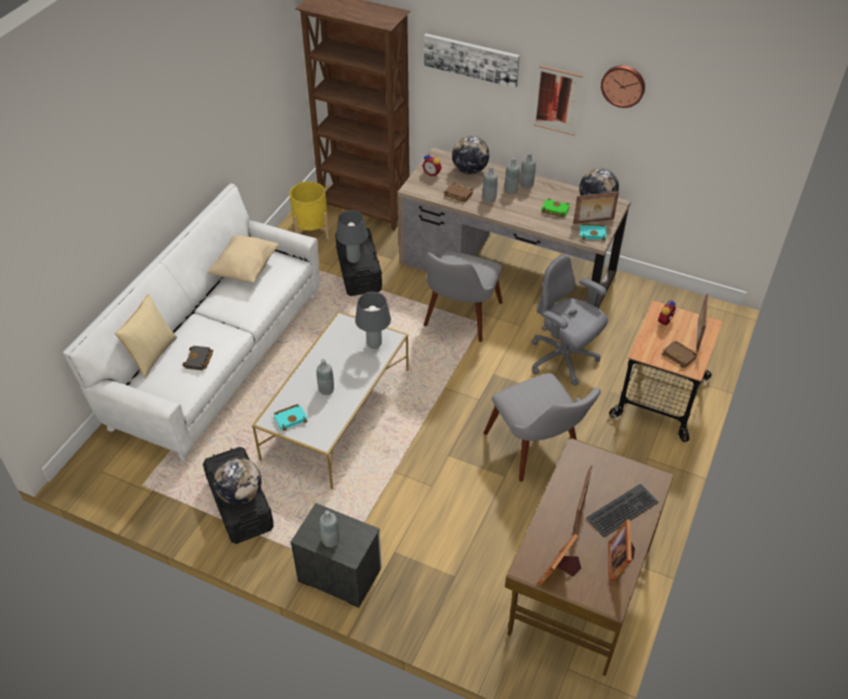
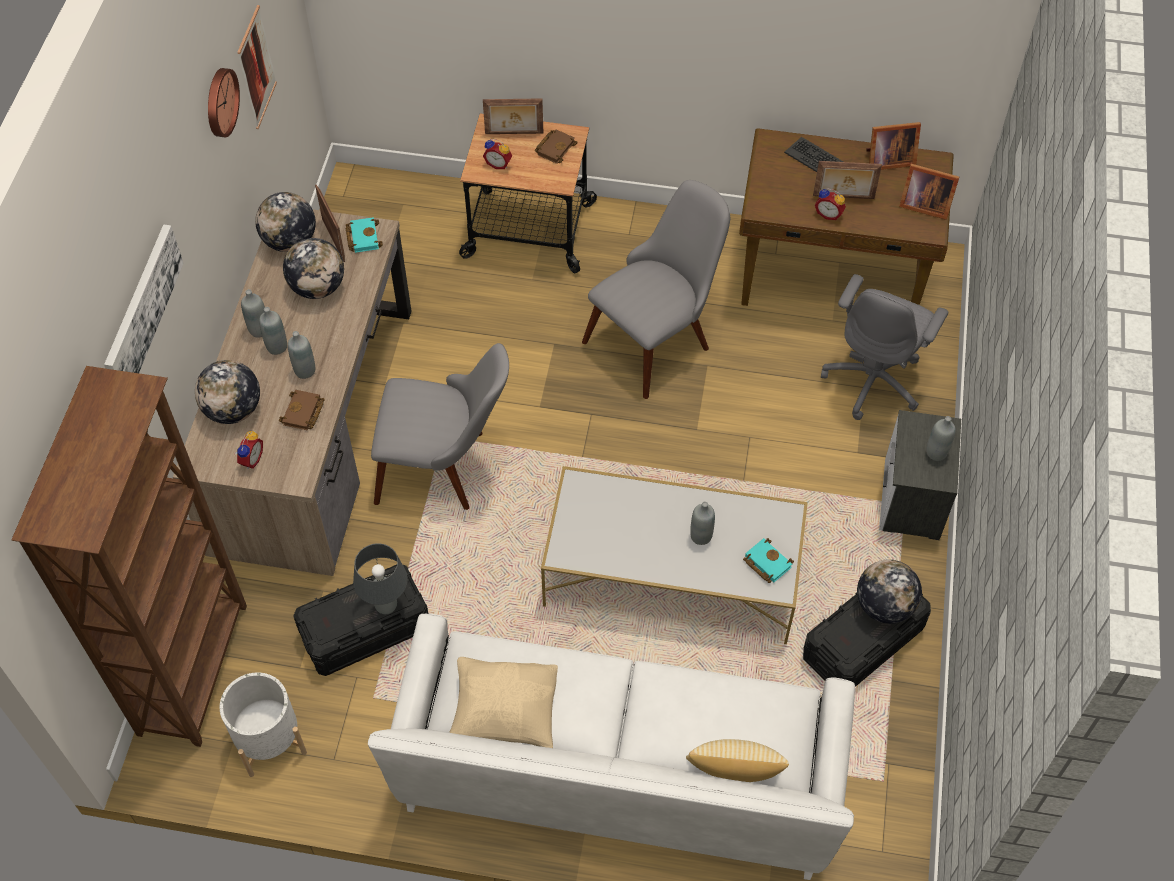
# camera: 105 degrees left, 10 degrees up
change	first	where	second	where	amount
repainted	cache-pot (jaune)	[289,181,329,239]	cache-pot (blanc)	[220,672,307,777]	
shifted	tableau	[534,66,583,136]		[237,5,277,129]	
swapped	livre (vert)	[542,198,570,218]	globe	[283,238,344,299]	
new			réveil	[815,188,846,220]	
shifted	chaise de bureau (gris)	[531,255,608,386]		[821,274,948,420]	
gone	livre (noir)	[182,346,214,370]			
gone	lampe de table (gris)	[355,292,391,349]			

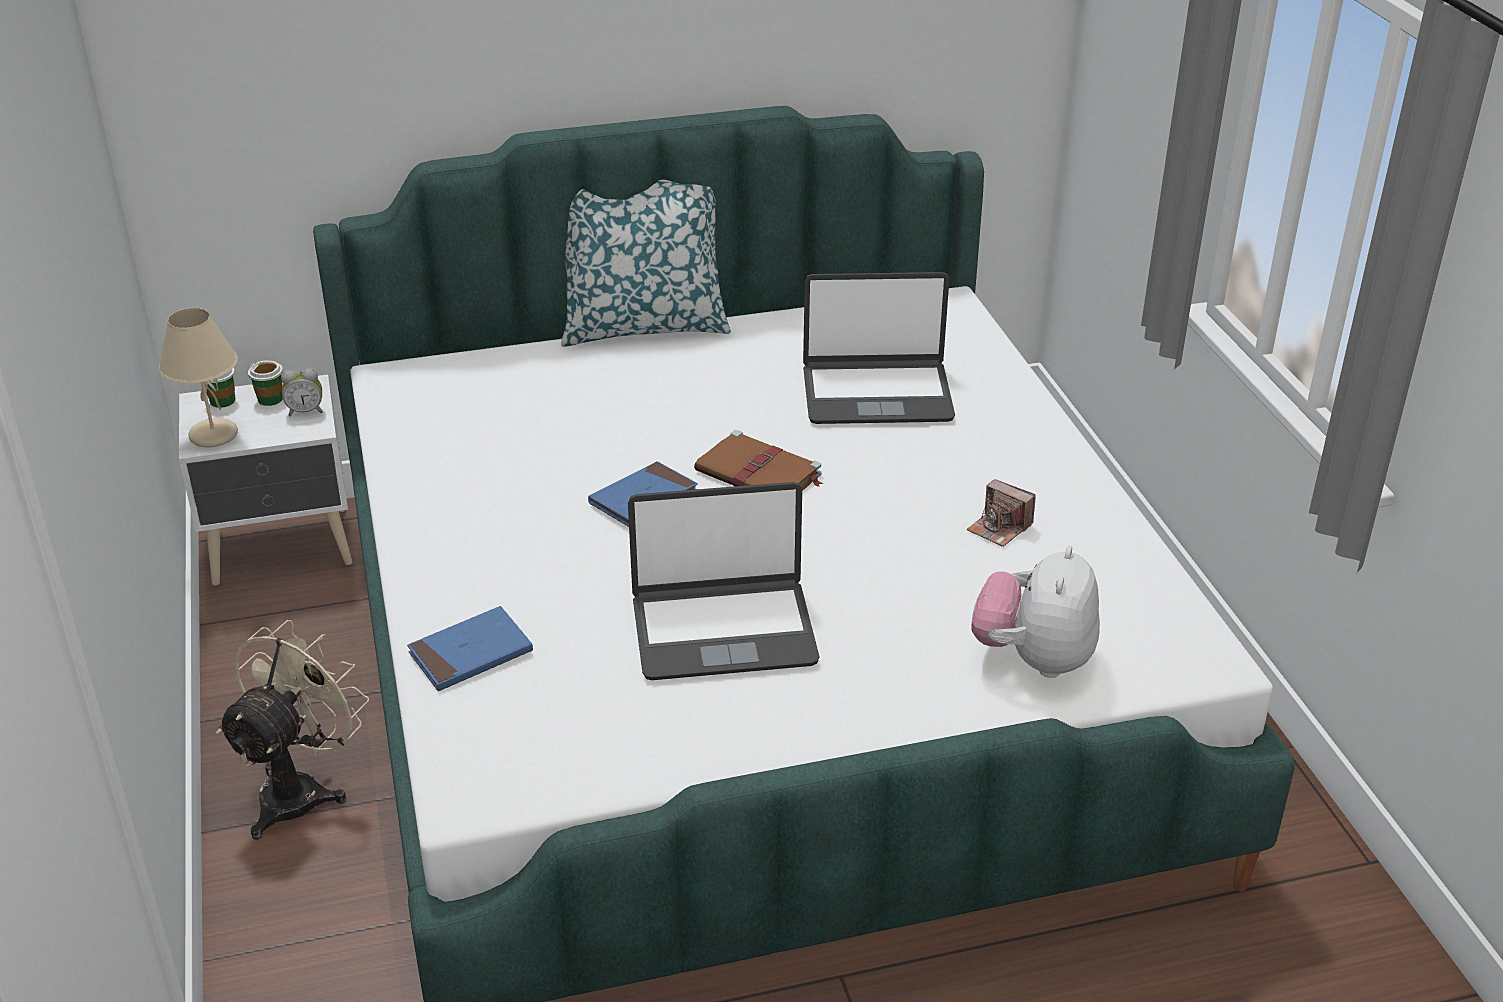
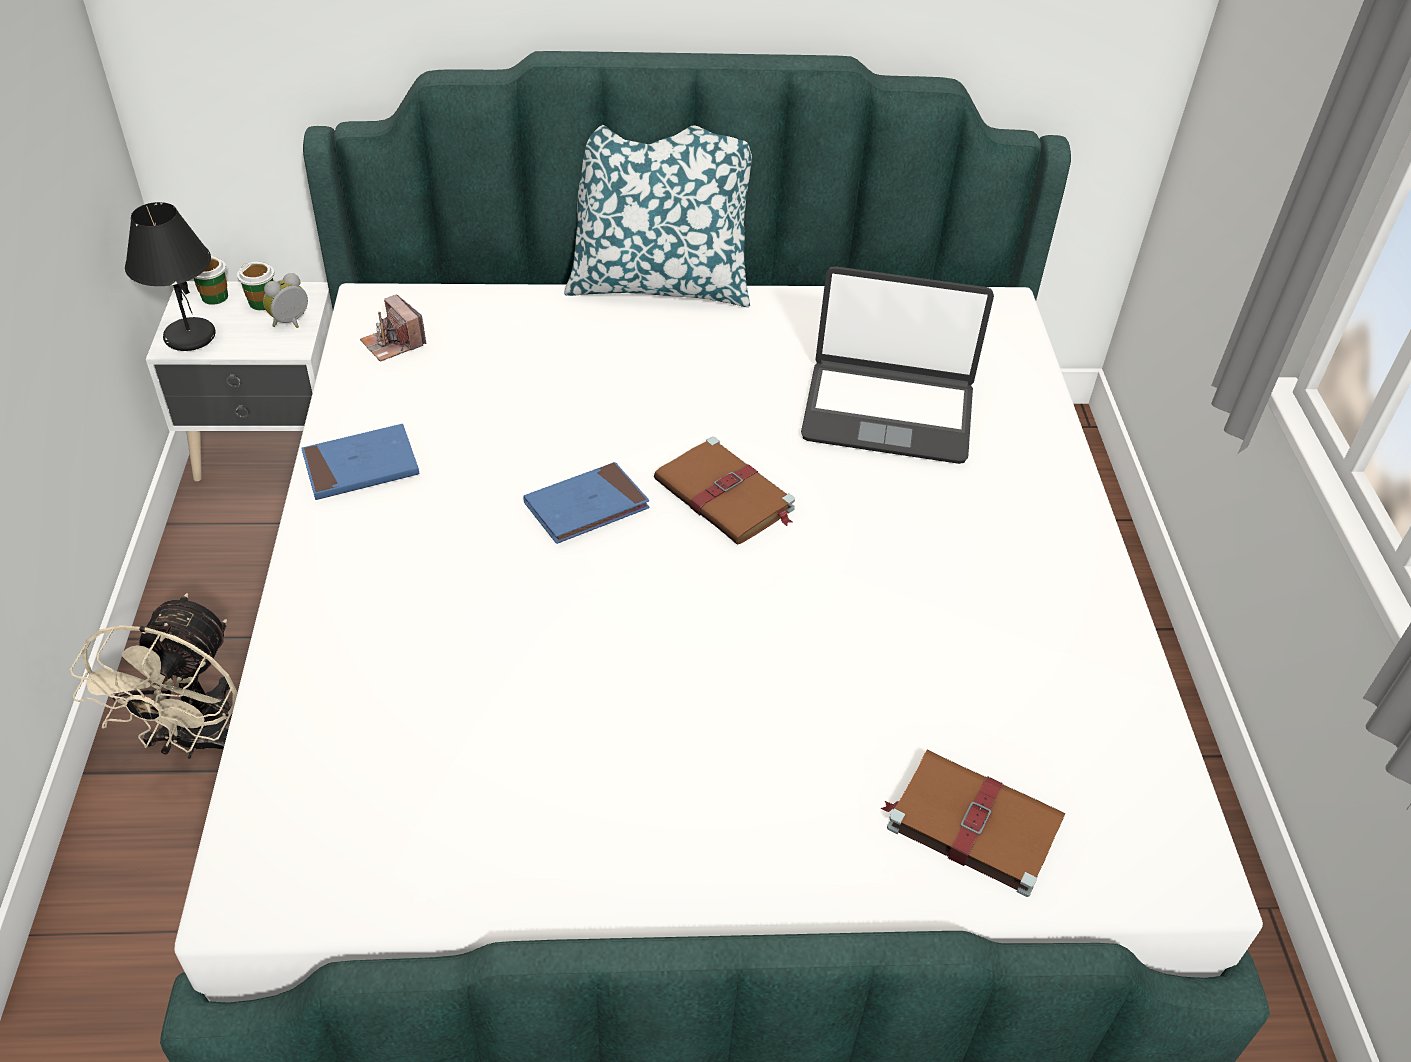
# camera: 10 degrees right, 10 degrees up
change	first	where	second	where	amount
rotated	ventilateur (beige)	[216,620,369,840]		[70,593,237,759]	150 degrees clockwise
repainted	lampe de table (beige)	[159,308,238,448]	lampe de table (noir)	[125,202,215,351]	
rotated	réveil	[281,368,323,416]		[263,273,308,328]	135 degrees clockwise
shifted	livre (bleu)	[407,606,533,691]		[301,424,419,500]	
shifted	appareil photo	[967,479,1036,547]		[360,295,427,362]	
swapped	peluche	[971,546,1100,678]	livre (marron)	[880,750,1065,897]	
gone	ordinateur portable	[628,482,819,680]			

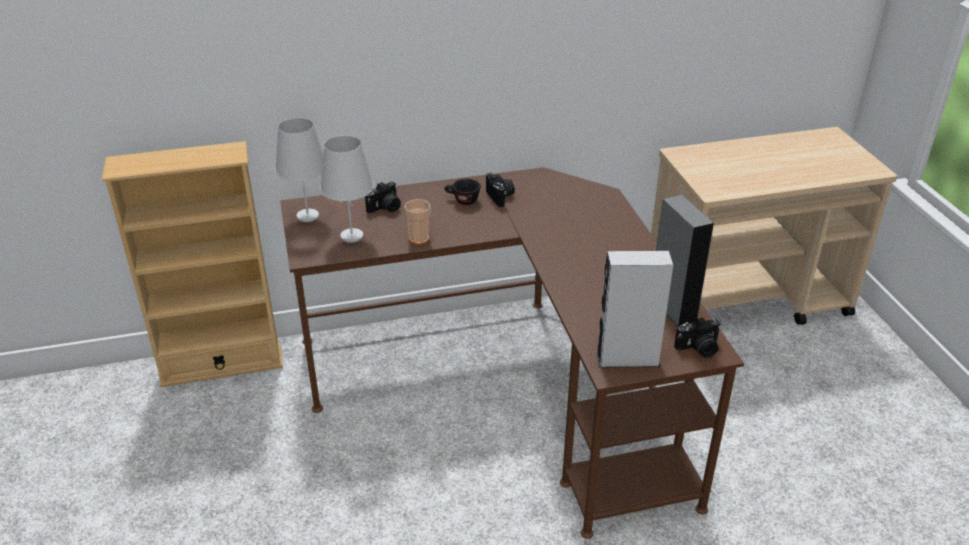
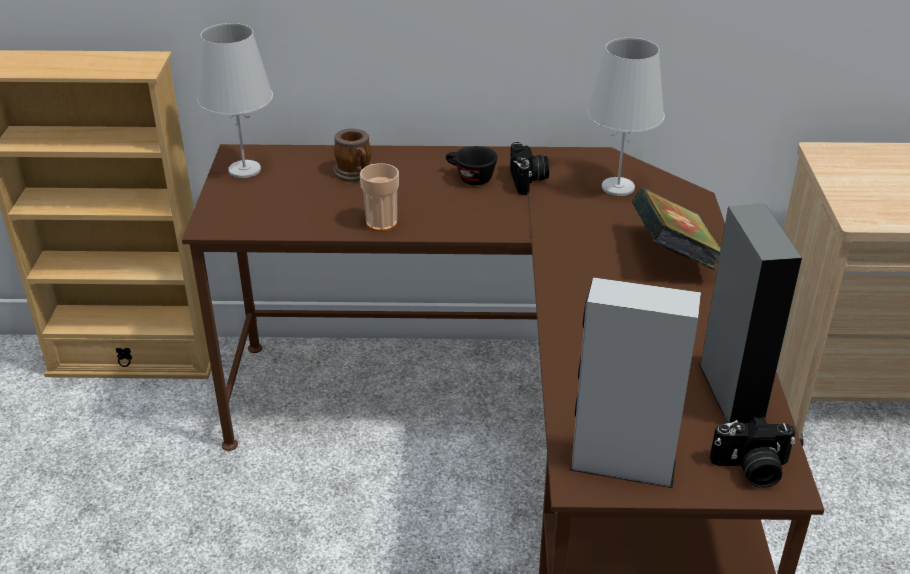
# camera: 15 degrees right, 0 degrees up
change	first	where	second	where	amount
swapped	appareil photo	[365,181,401,213]	mug	[333,129,372,182]	
shifted	lampe de table (blanc)	[320,135,374,243]		[587,38,665,196]	
new			livre	[632,188,721,270]	

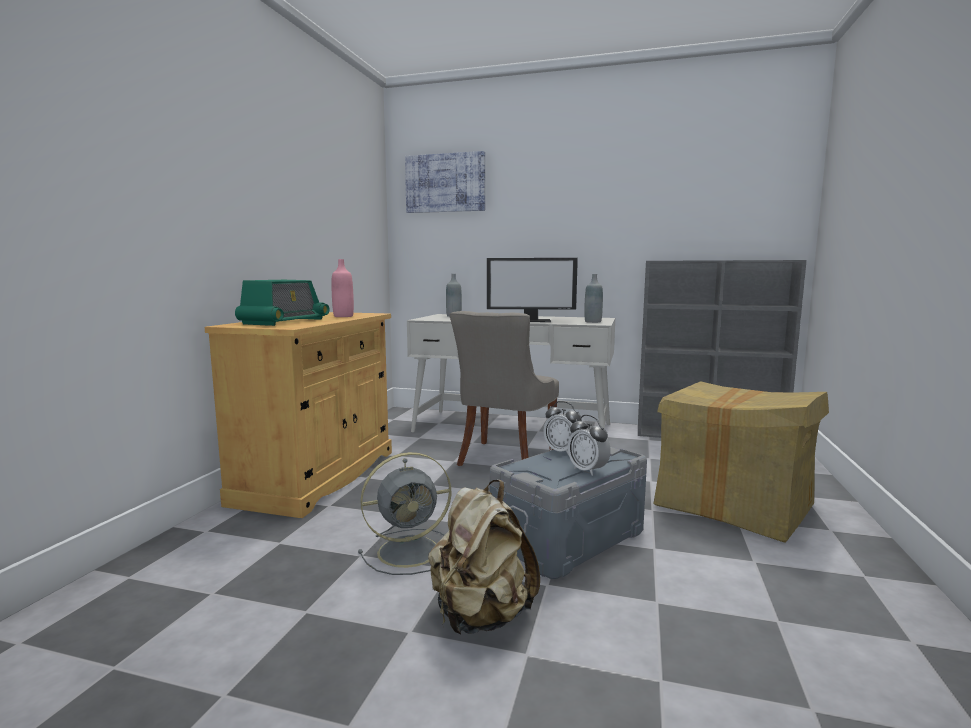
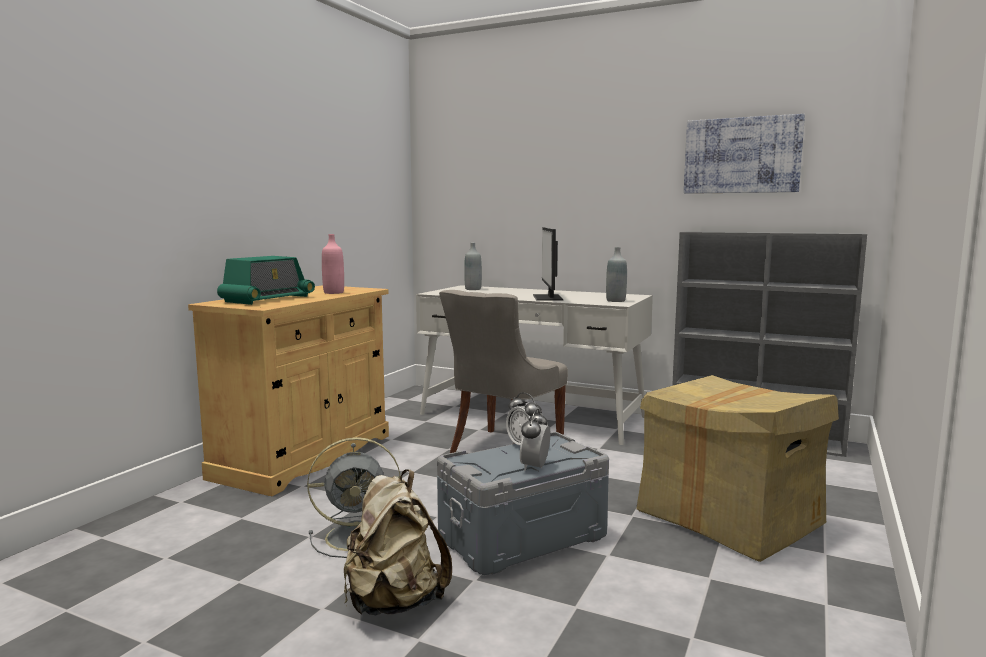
# camera: 10 degrees right, 0 degrees up
change	first	where	second	where	amount
rotated	réveil	[568,415,611,476]		[520,409,550,471]	45 degrees clockwise
rotated	écran d'ordinateur	[487,258,578,322]		[533,227,563,301]	75 degrees clockwise
shifted	tableau	[405,151,485,213]		[684,114,805,194]	

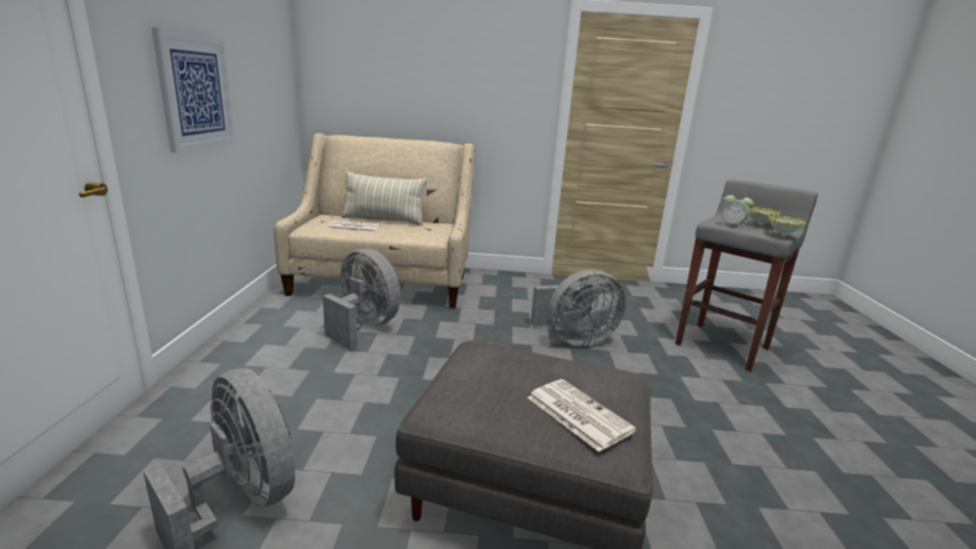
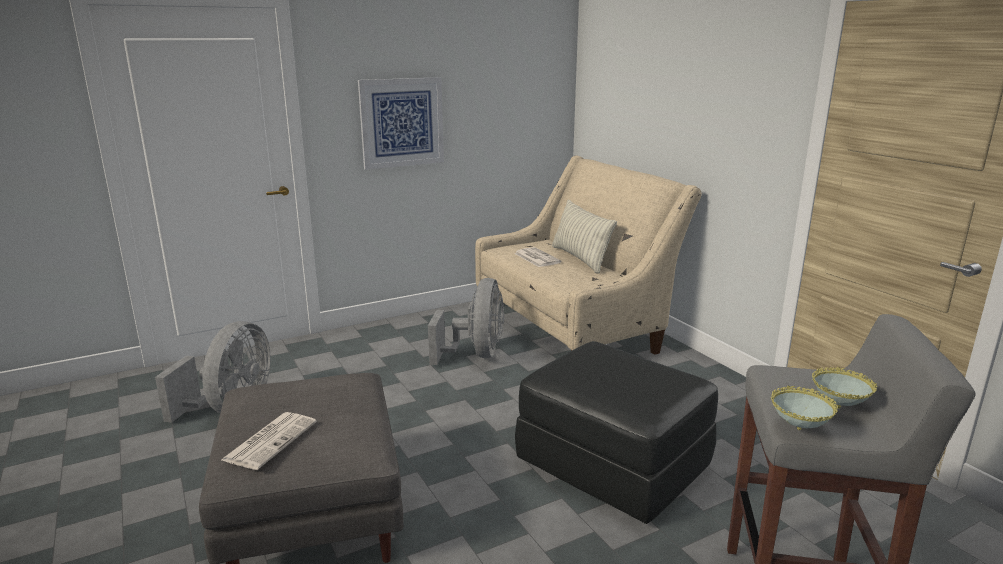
# camera: 60 degrees right, 0 degrees up
change	first	where	second	where	amount
swapped	ventilateur (gris)	[531,269,626,347]	pouf (noir)	[515,341,718,524]	
gone	réveil	[721,192,754,230]			

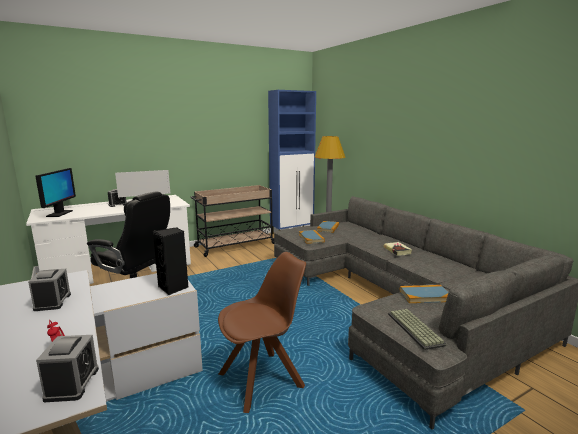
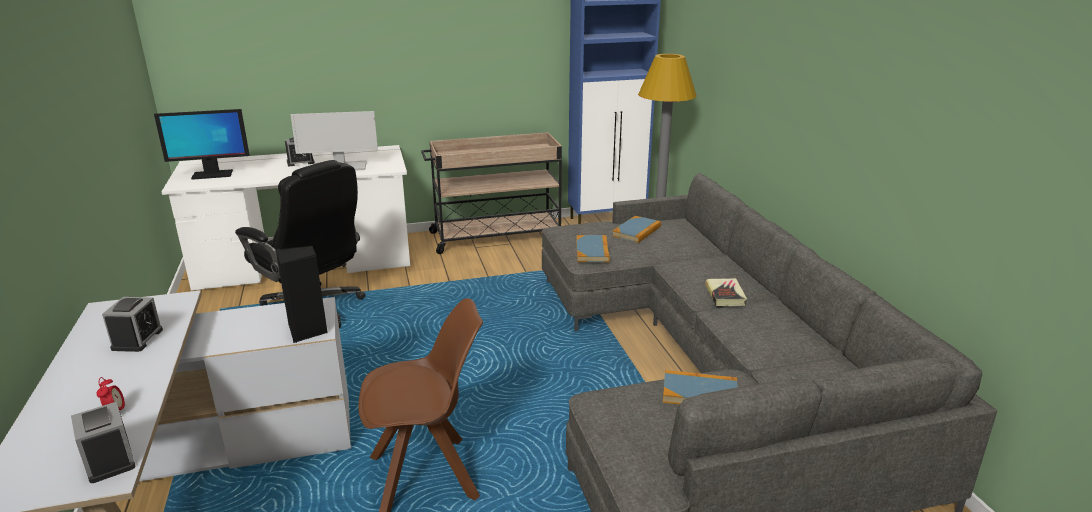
# camera: 15 degrees right, 10 degrees up
change	first	where	second	where	amount
rotated	réveil	[36,335,99,402]		[71,402,136,483]	135 degrees clockwise
rotated	écran d'ordinateur	[35,168,76,217]		[154,109,250,180]	60 degrees clockwise
gone	clavier	[388,309,446,350]			

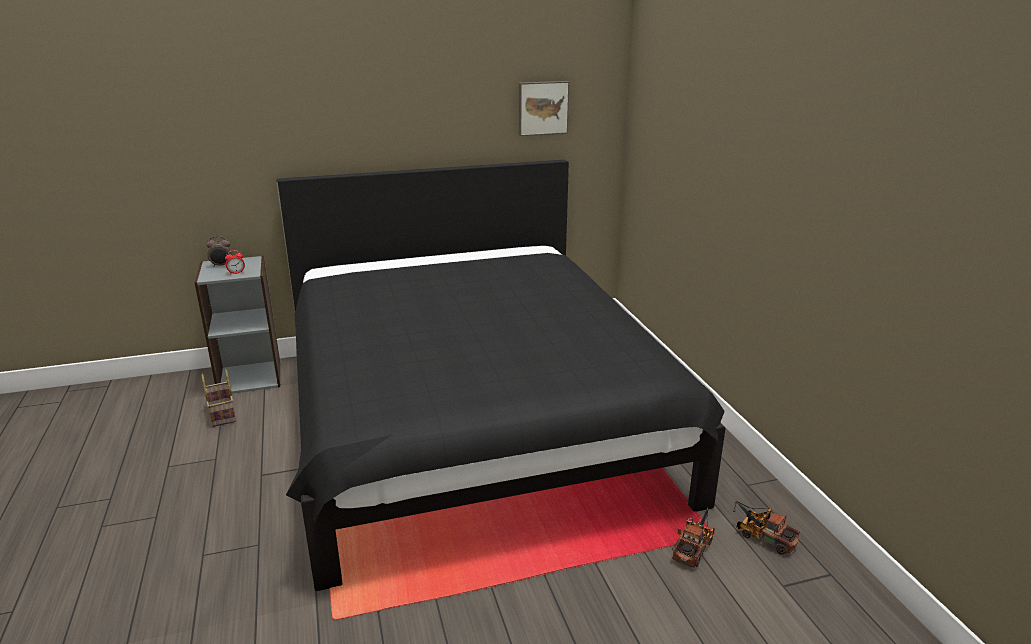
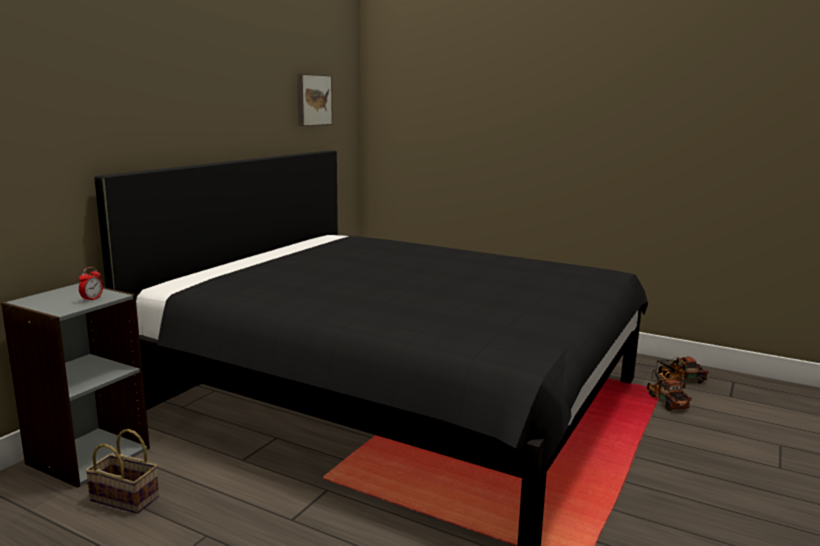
# camera: 45 degrees left, 10 degrees down
change	first	where	second	where	amount
gone	réveil	[206,236,232,267]			

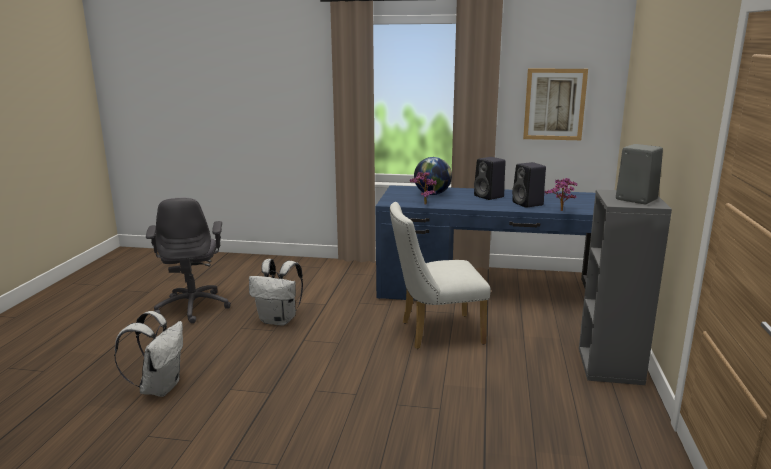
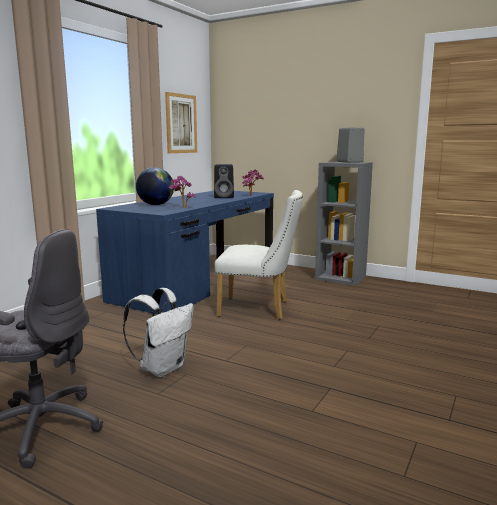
# camera: 70 degrees left, 5 degrees down
change	first	where	second	where	amount
rotated	chaise (blanc)	[390,202,491,349]		[215,190,303,319]	90 degrees counterclockwise
gone	sac à dos (blanc)	[114,311,183,397]			
gone	enceinte (noir)	[474,157,506,200]			

